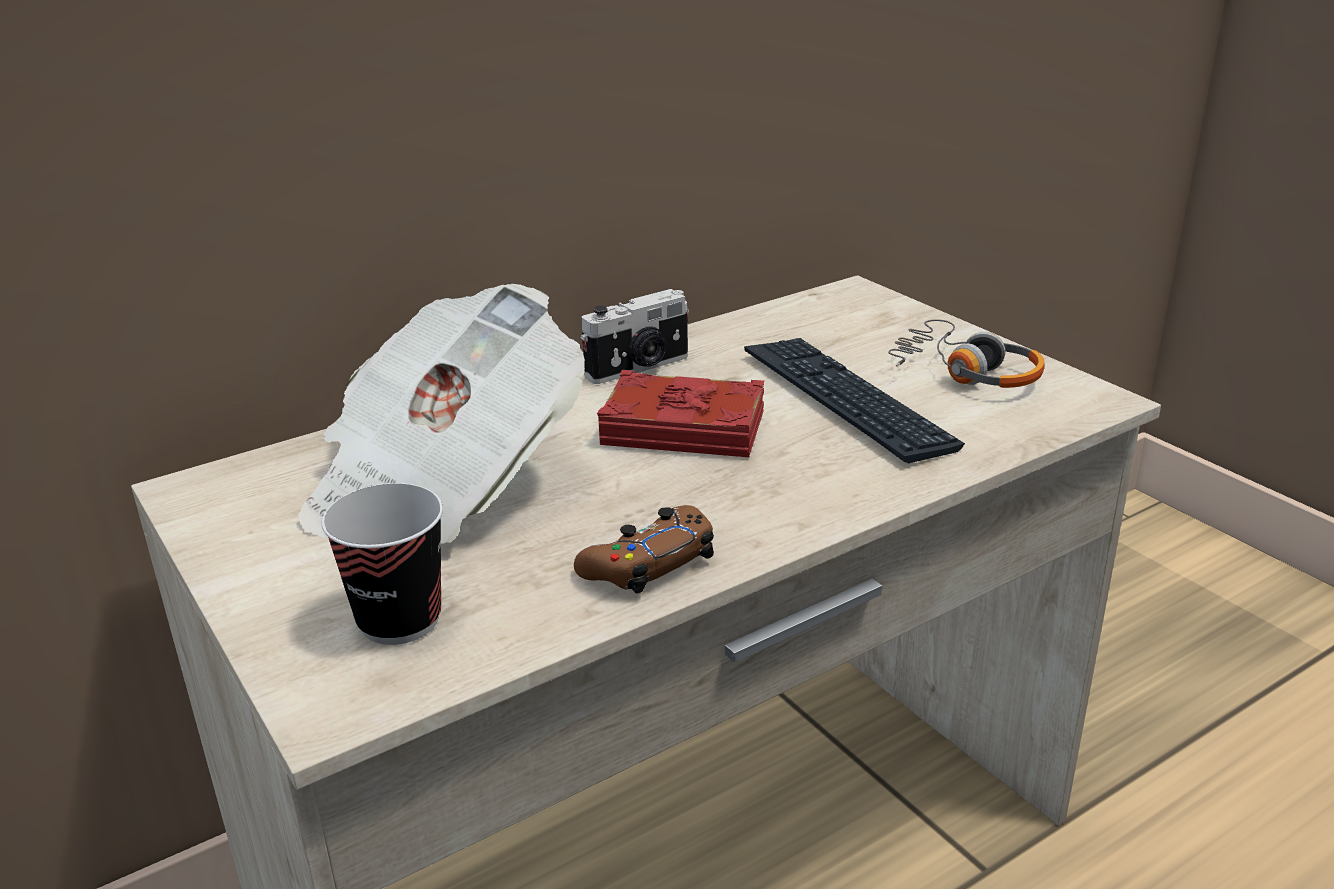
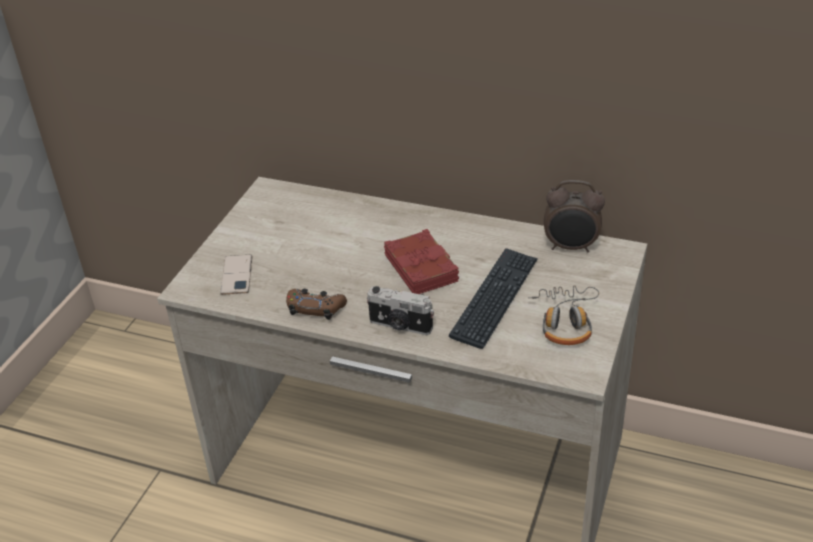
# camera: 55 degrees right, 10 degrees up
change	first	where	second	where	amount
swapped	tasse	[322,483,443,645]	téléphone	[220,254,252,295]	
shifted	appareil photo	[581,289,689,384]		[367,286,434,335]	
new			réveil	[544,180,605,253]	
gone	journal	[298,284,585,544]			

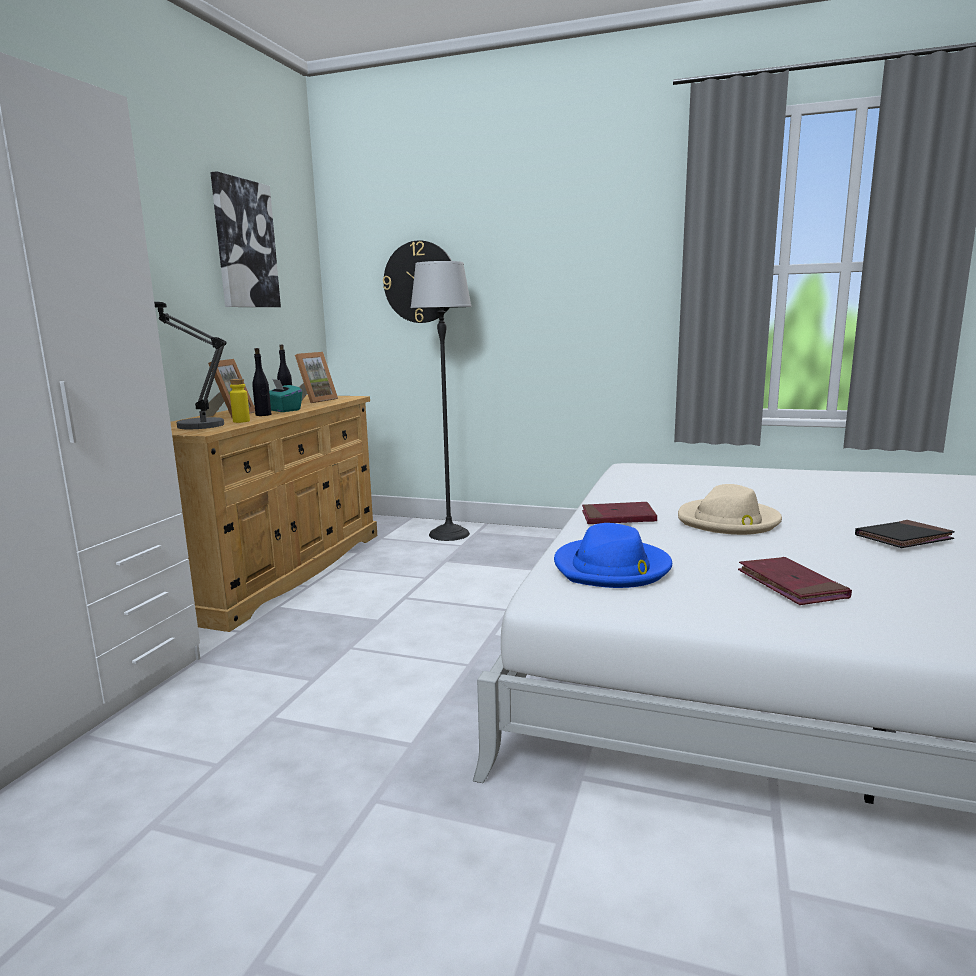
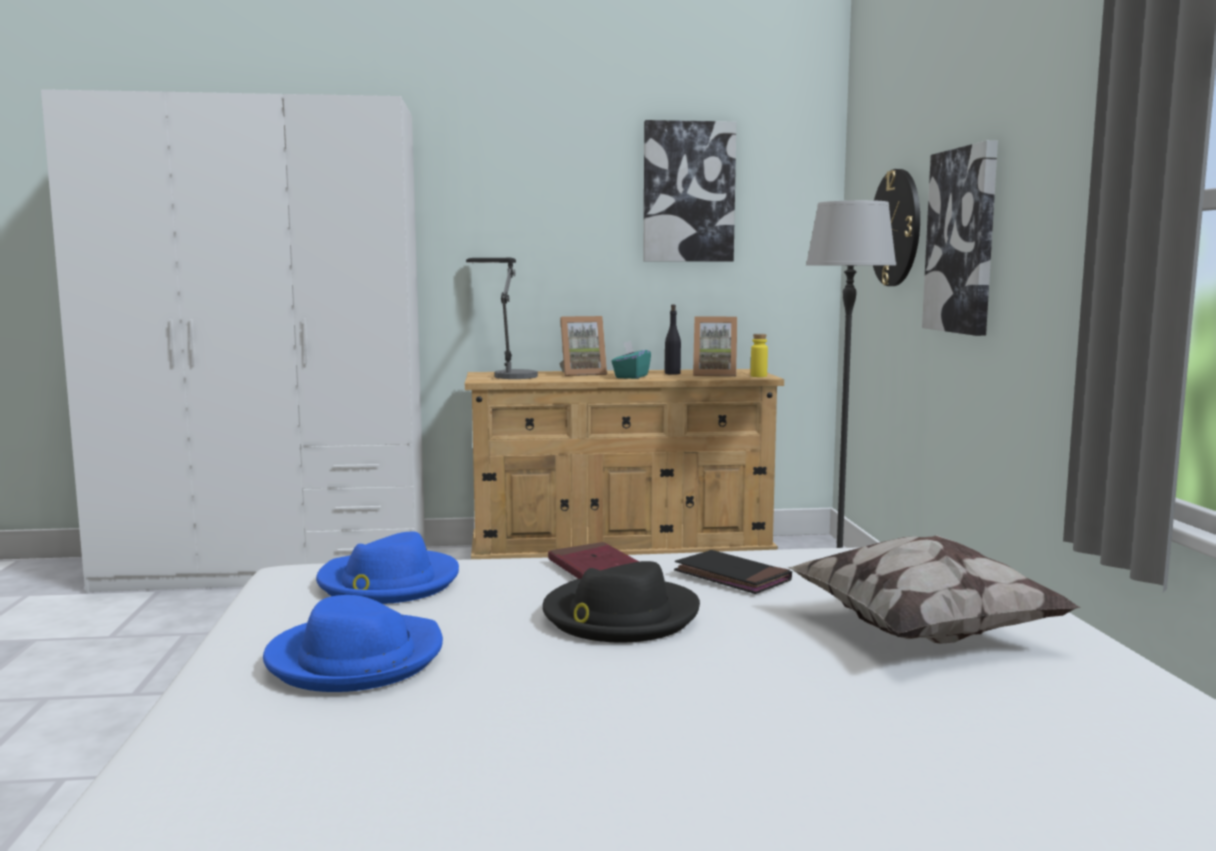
# camera: 65 degrees right, 5 degrees down
change	first	where	second	where	amount
swapped	livre (rouge)	[738,557,852,605]	chapeau (bleu)	[263,595,443,692]	
repainted	chapeau (beige)	[678,484,782,535]	chapeau (noir)	[542,561,700,642]	
shifted	livre (noir)	[855,520,955,548]		[674,550,792,594]	
shifted	bouteille (jaune)	[230,379,250,423]		[751,334,768,377]	
new			coussin	[787,535,1081,643]	
new			tableau	[922,140,998,336]	
gone	bouteille (noir)	[252,348,271,416]			

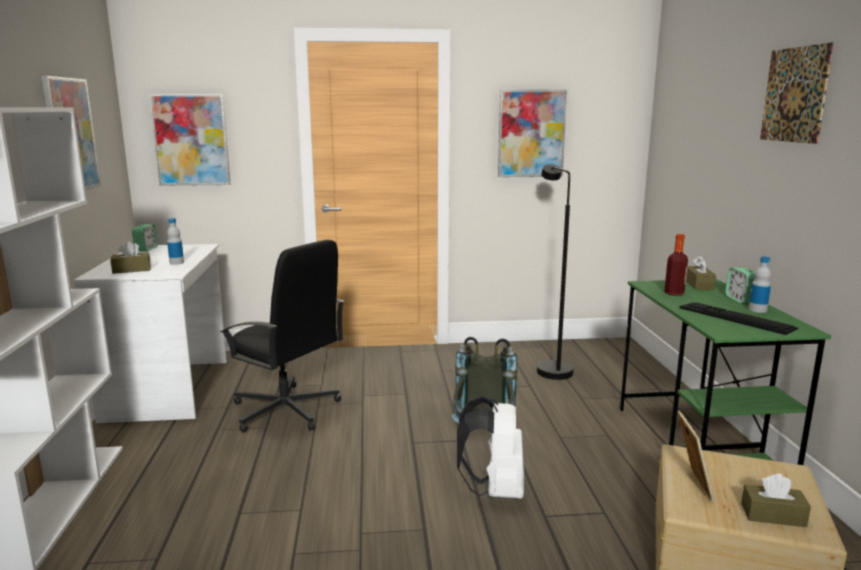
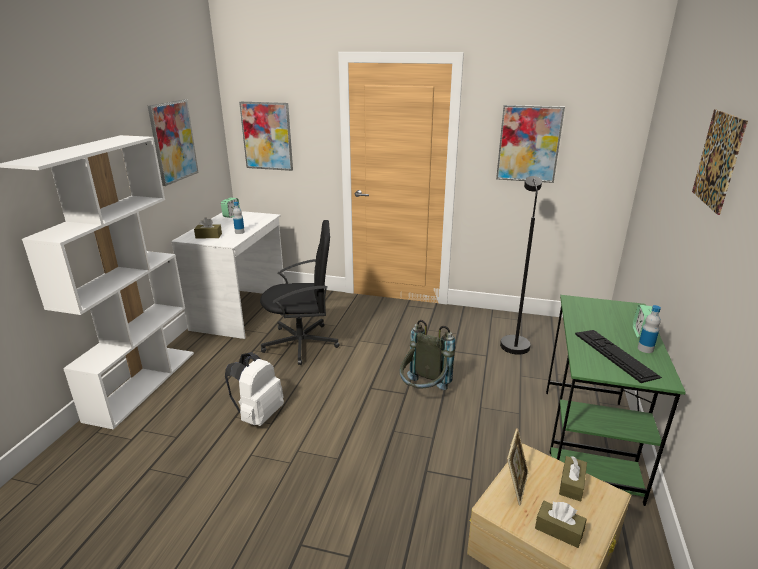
# camera: 20 degrees right, 10 degrees up
change	first	where	second	where	amount
shifted	sac à dos (blanc)	[457,396,524,499]		[225,352,284,426]	
rotated	chaise de bureau (noir)	[220,240,344,433]		[260,220,339,365]	60 degrees counterclockwise
shifted	boîte à mouchoirs (marron)	[686,256,716,290]		[559,456,587,502]	
gone	bouteille	[664,234,688,296]			

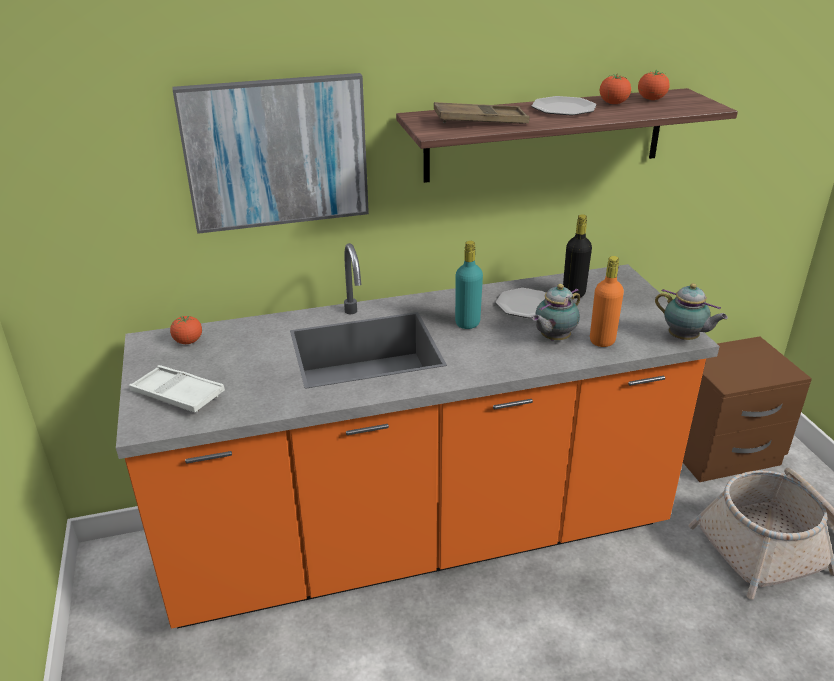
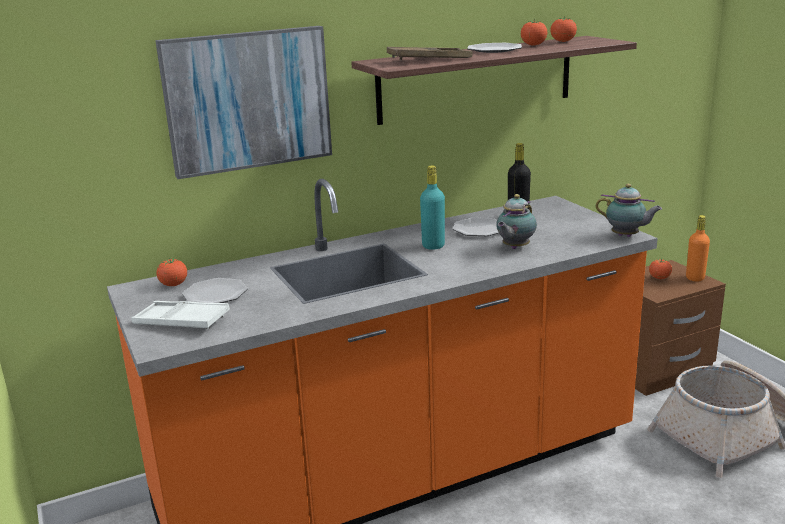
# camera: 10 degrees left, 10 degrees down
change	first	where	second	where	amount
new			assiette	[182,278,248,303]	
new			tomate	[649,259,672,279]	
shifted	bouteille (orange)	[590,256,624,347]		[686,215,710,281]	

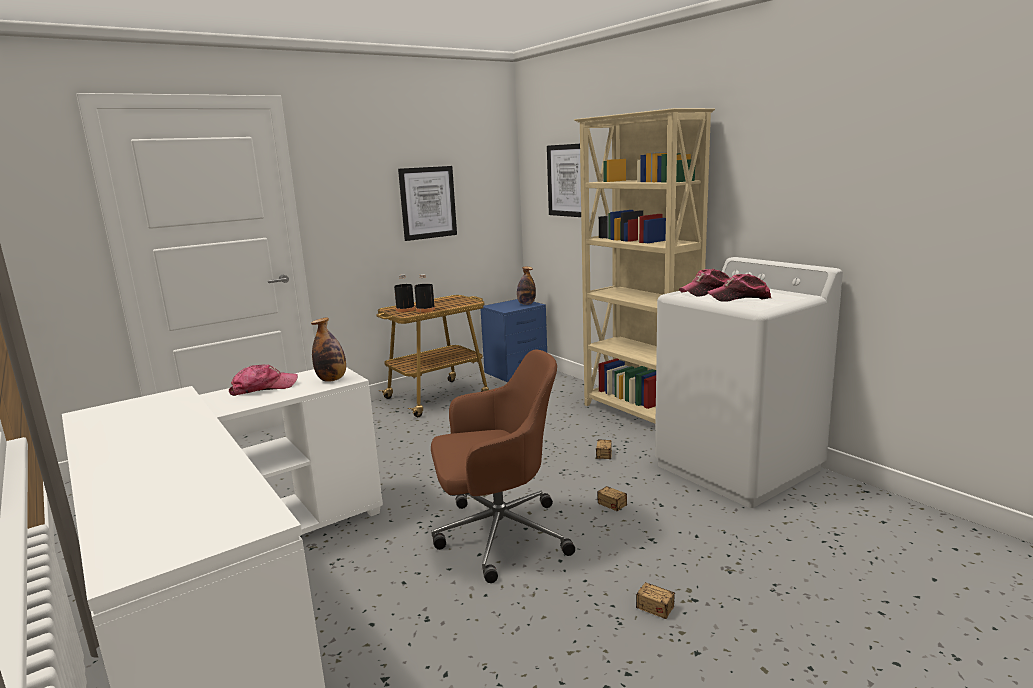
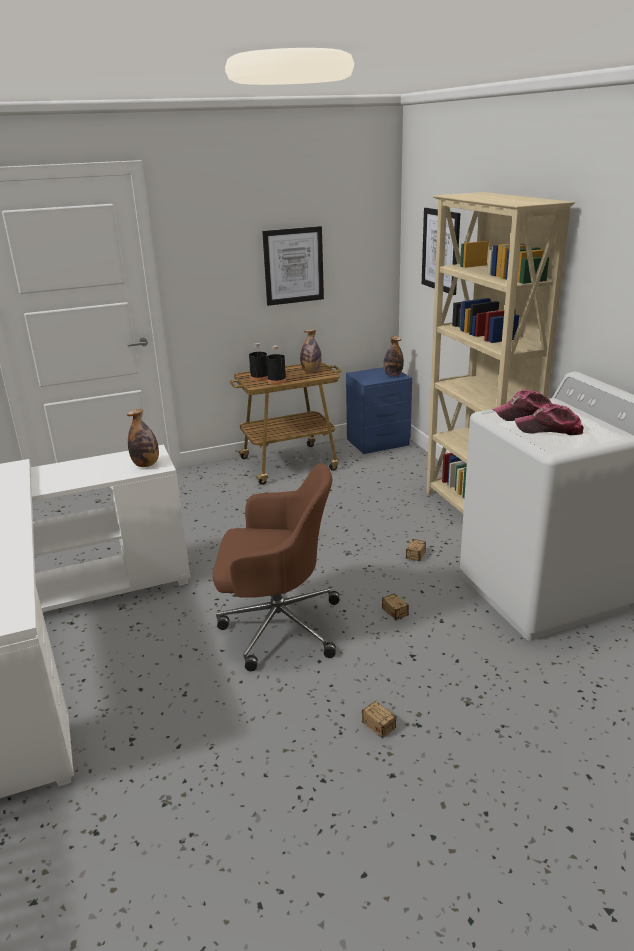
# camera: 15 degrees right, 10 degrees up
change	first	where	second	where	amount
new			bouteille	[300,330,322,372]	
gone	casquette	[229,364,298,396]			

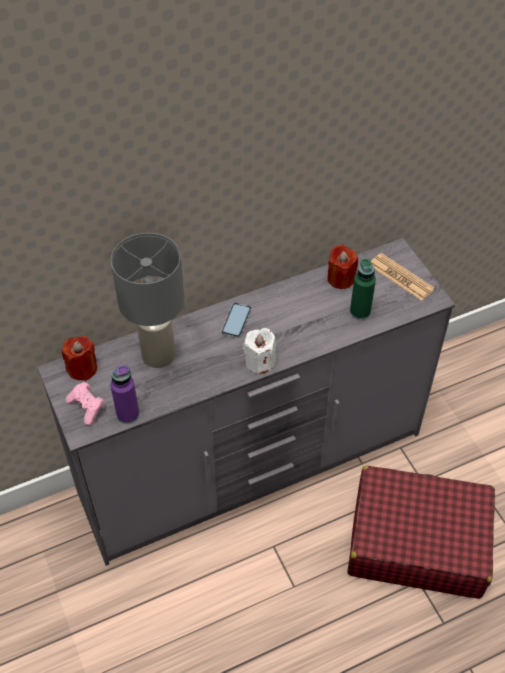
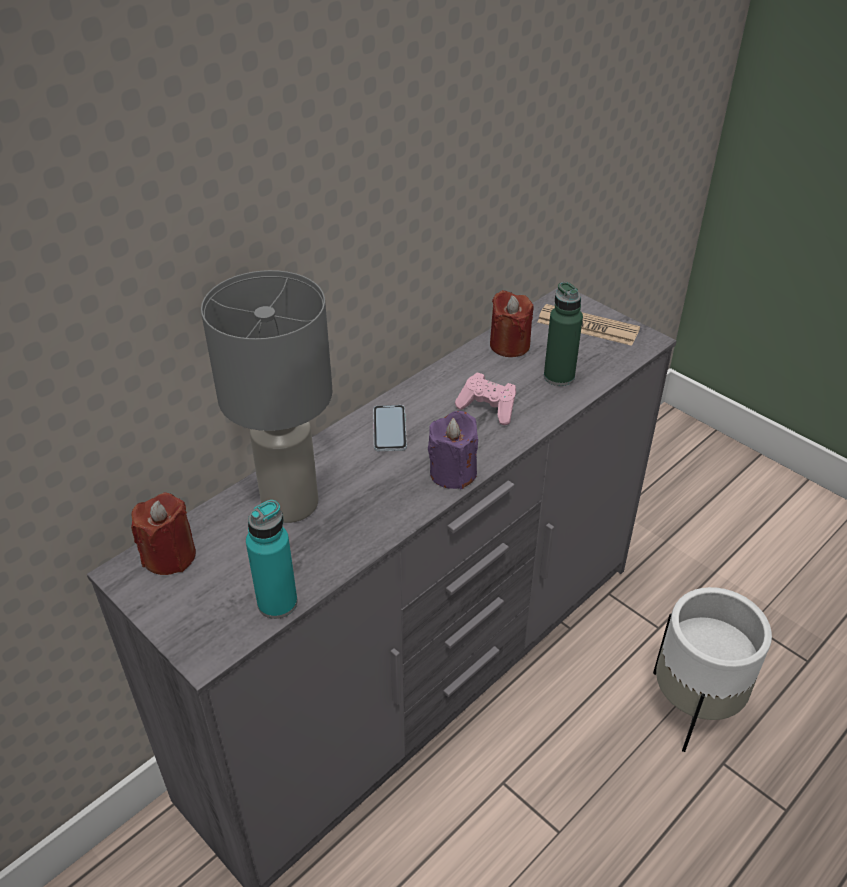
# camera: 20 degrees left, 10 degrees down
change	first	where	second	where	amount
repainted	bouteille (violet)	[110,365,139,424]	bouteille (turquoise)	[246,500,298,619]	
repainted	bougie (blanc)	[243,328,276,375]	bougie (violet)	[428,411,478,489]	
shifted	manette (rose)	[66,382,105,425]		[455,373,516,425]	
swapped	valise (rouge)	[348,466,495,599]	cache-pot (blanc)	[653,587,772,752]	

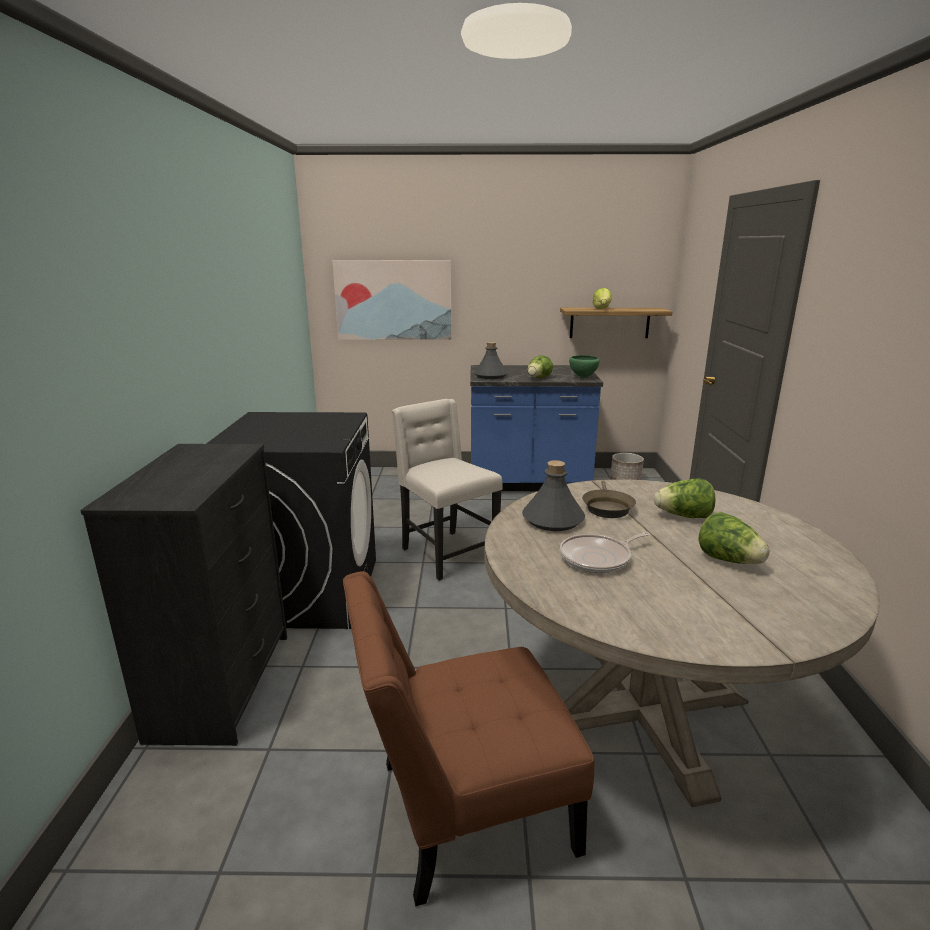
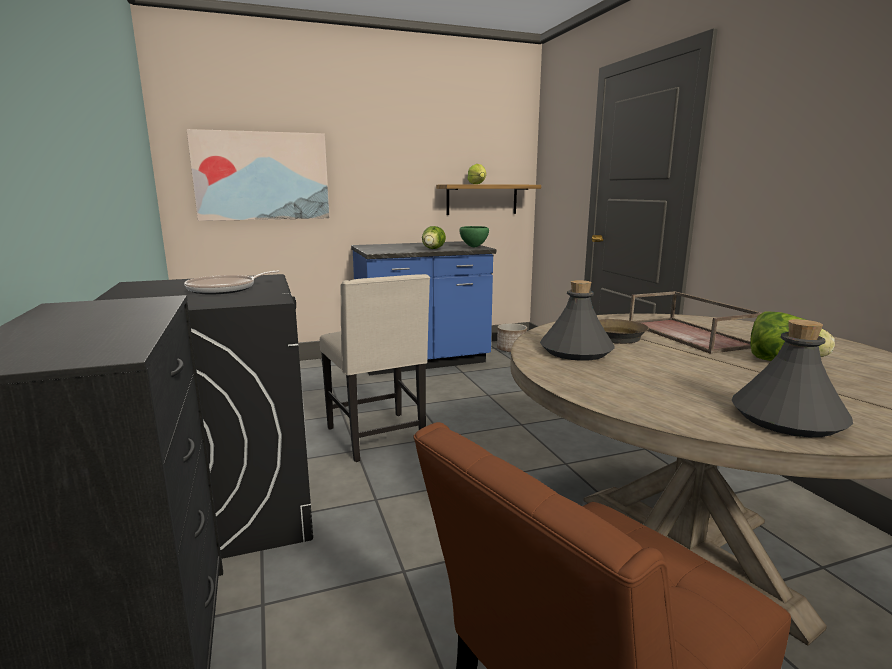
# camera: 20 degrees left, 5 degrees down
change	first	where	second	where	amount
shifted	poêle	[560,532,650,573]		[184,271,279,295]	
rotated	chaise (beige)	[392,399,502,580]		[320,274,430,462]	150 degrees counterclockwise
swapped	laitue	[654,478,715,518]	plateau (marron)	[629,291,761,354]	
shifted	bouteille (gris)	[474,342,508,379]		[731,319,853,437]	

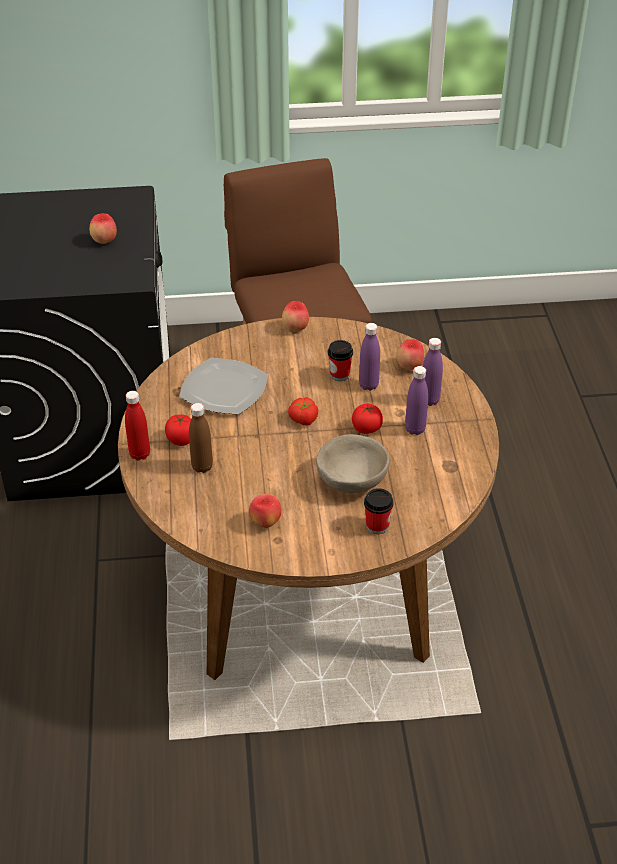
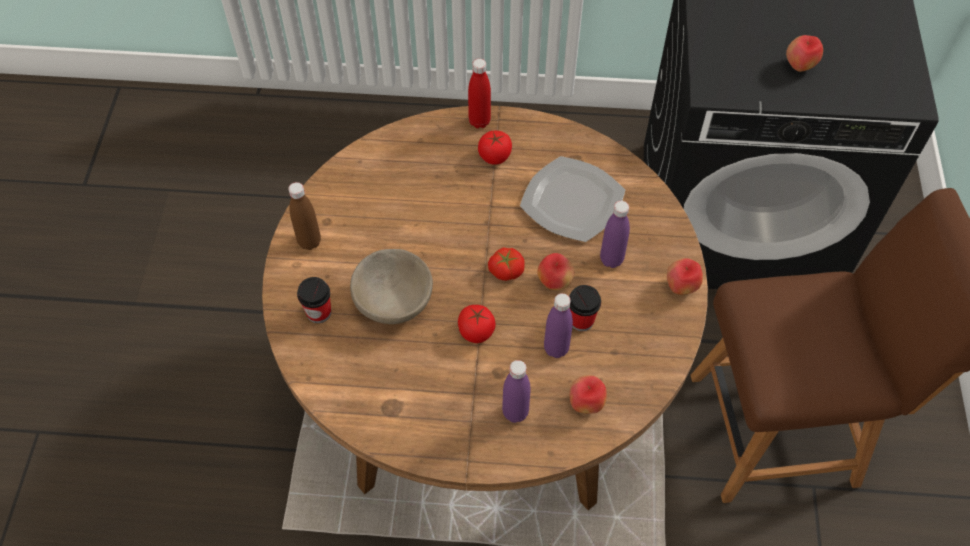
# camera: 100 degrees right, 15 degrees up
change	first	where	second	where	amount
shifted	bouteille (marron)	[189,403,213,473]		[288,182,321,250]	
shifted	pomme	[249,494,281,528]		[537,253,574,290]	
shifted	bouteille (violet)	[405,366,428,435]		[600,201,630,268]	

